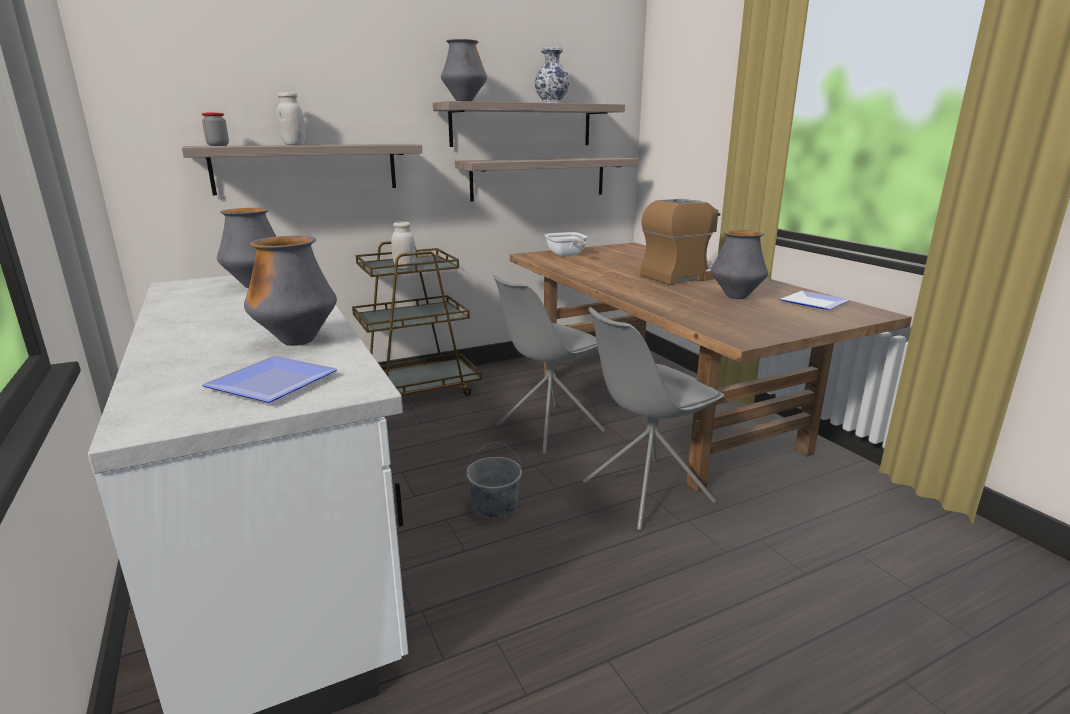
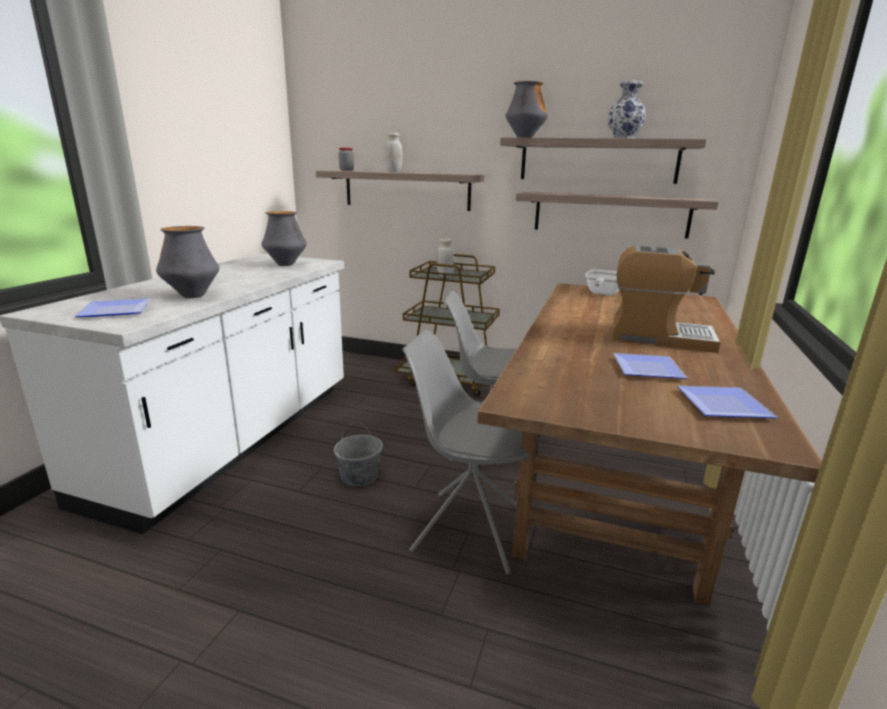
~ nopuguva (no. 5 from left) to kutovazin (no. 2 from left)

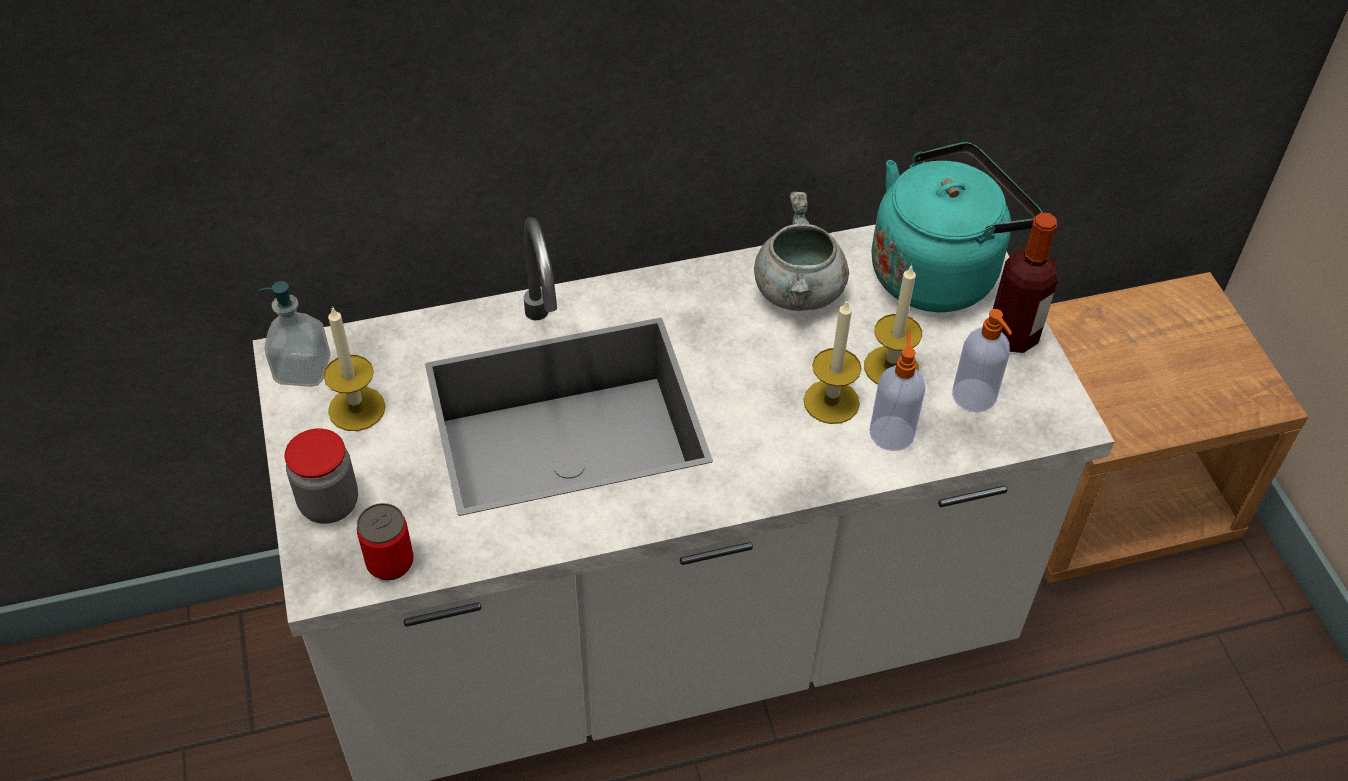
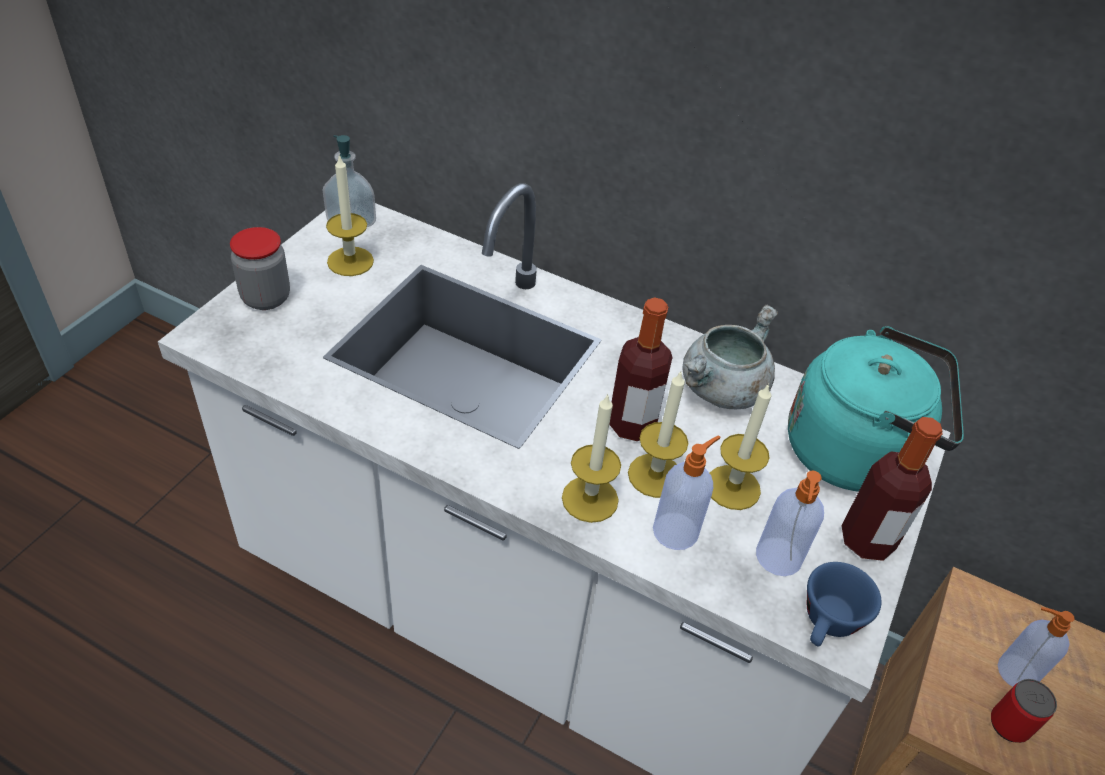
+ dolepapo (no. 2 from left)
+ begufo (no. 1 from left)
+ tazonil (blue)
+ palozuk (no. 4 from left)
~ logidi

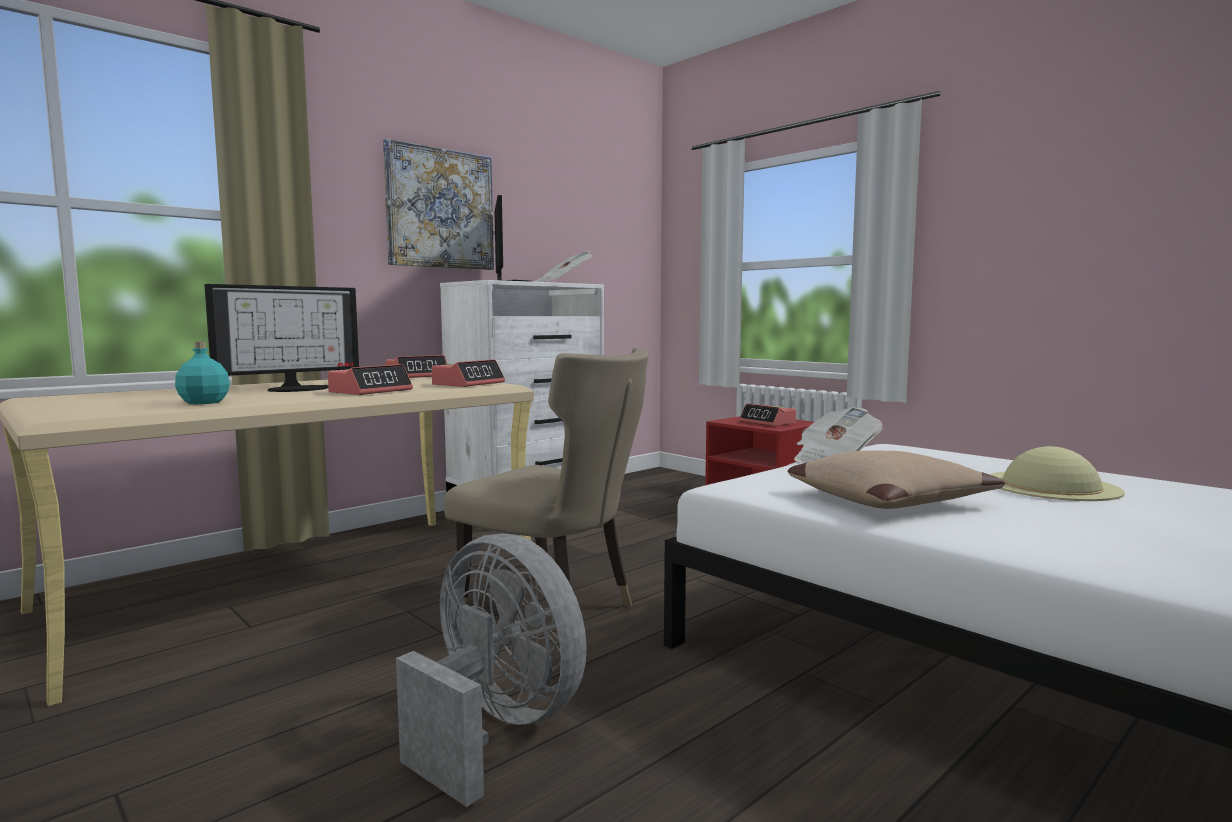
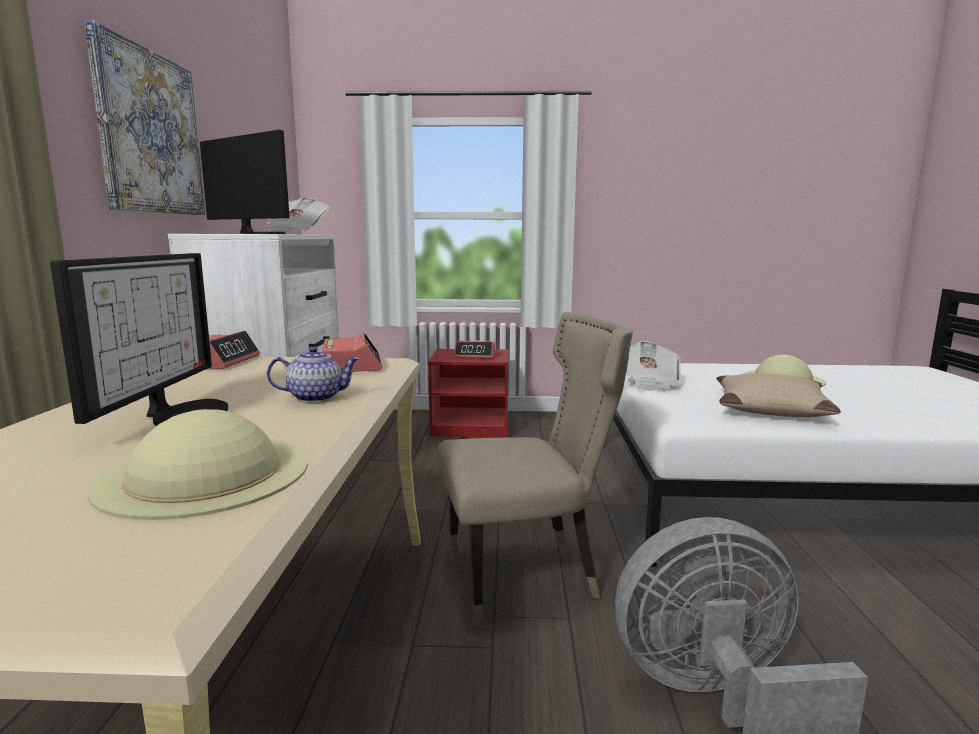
~ begufo (turquoise) to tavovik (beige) (no. 1 from left)
~ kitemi (no. 1 from left) to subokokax

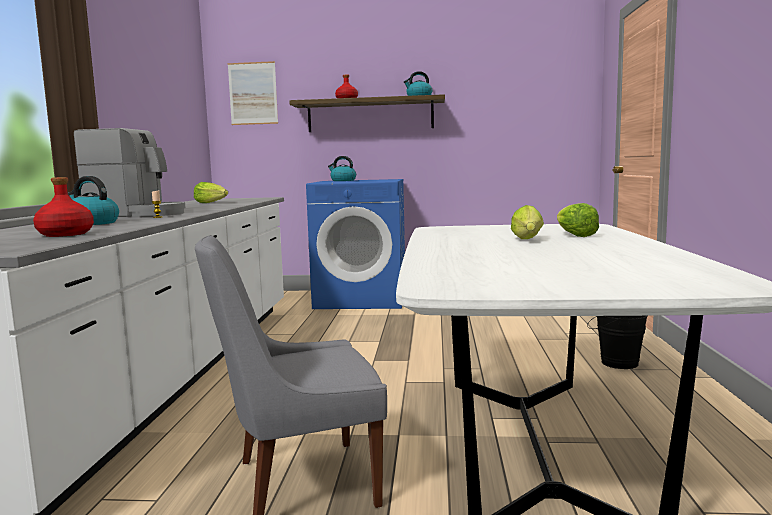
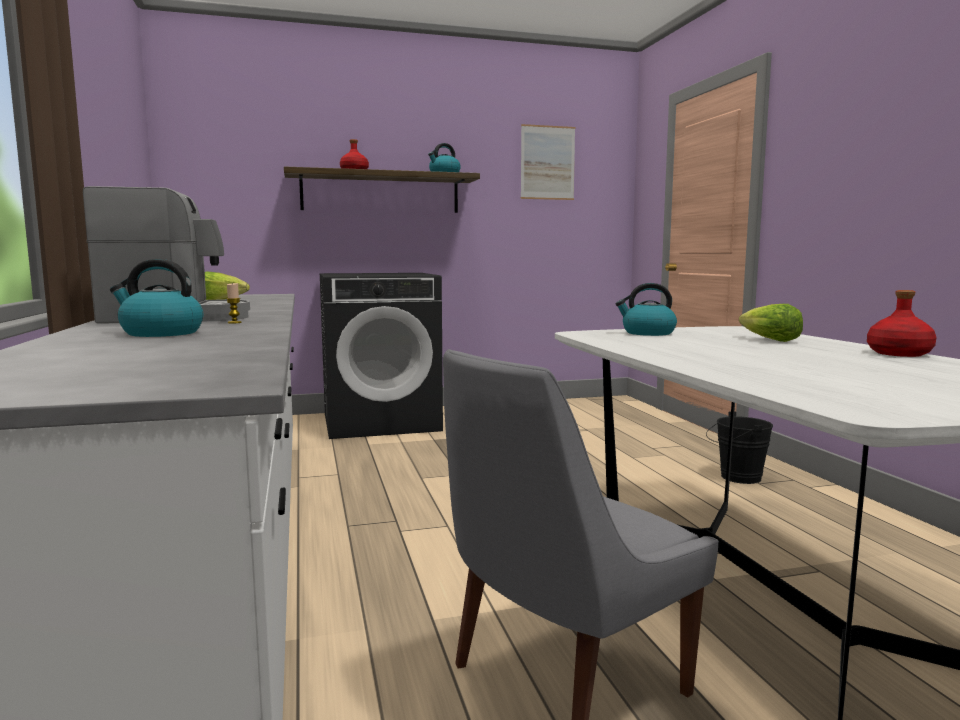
- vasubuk (no. 2 from left)
~ begufo (red) (no. 1 from left in the first image) to begufo (red) (no. 2 from left)
~ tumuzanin
~ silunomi (no. 2 from left in the first image) to silunomi (no. 3 from left)
~ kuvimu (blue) to kuvimu (black)

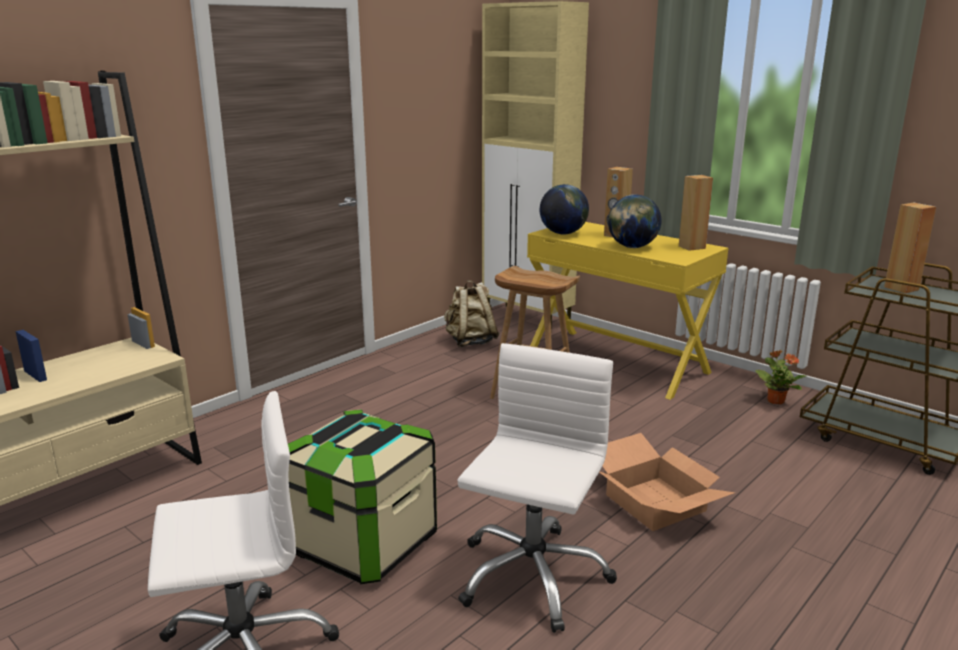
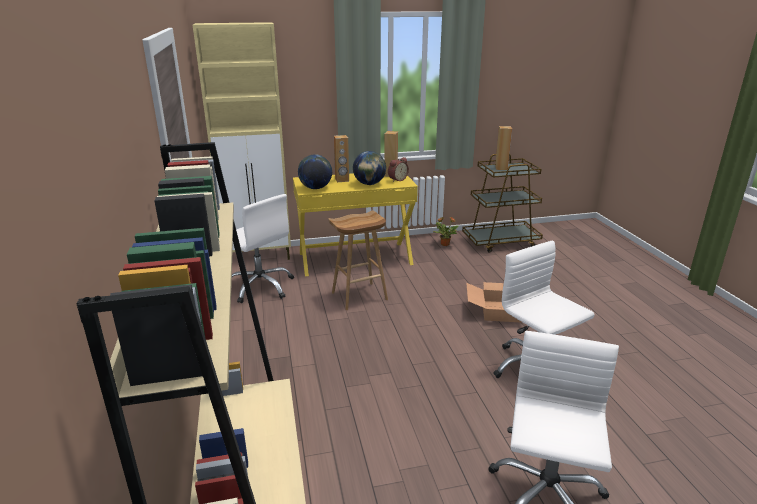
- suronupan
+ kitemi
~ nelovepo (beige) to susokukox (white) (no. 1 from left)

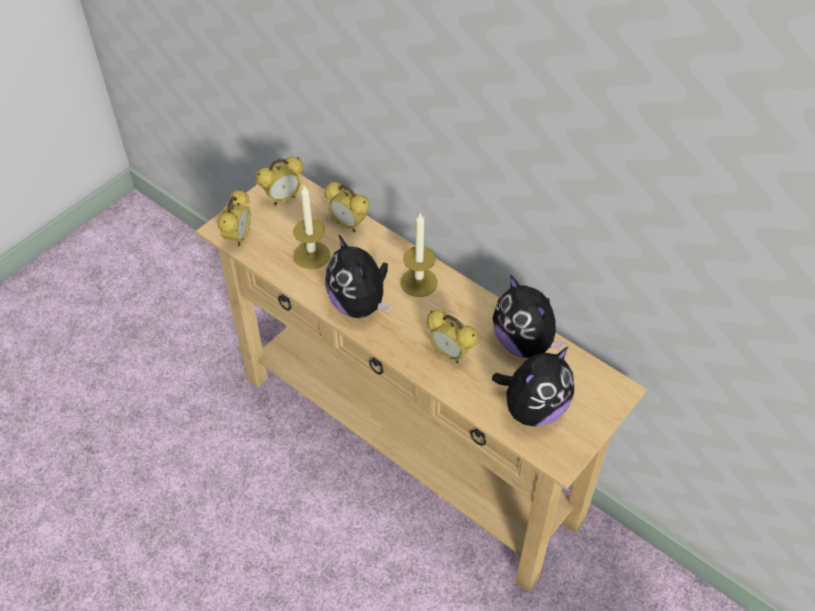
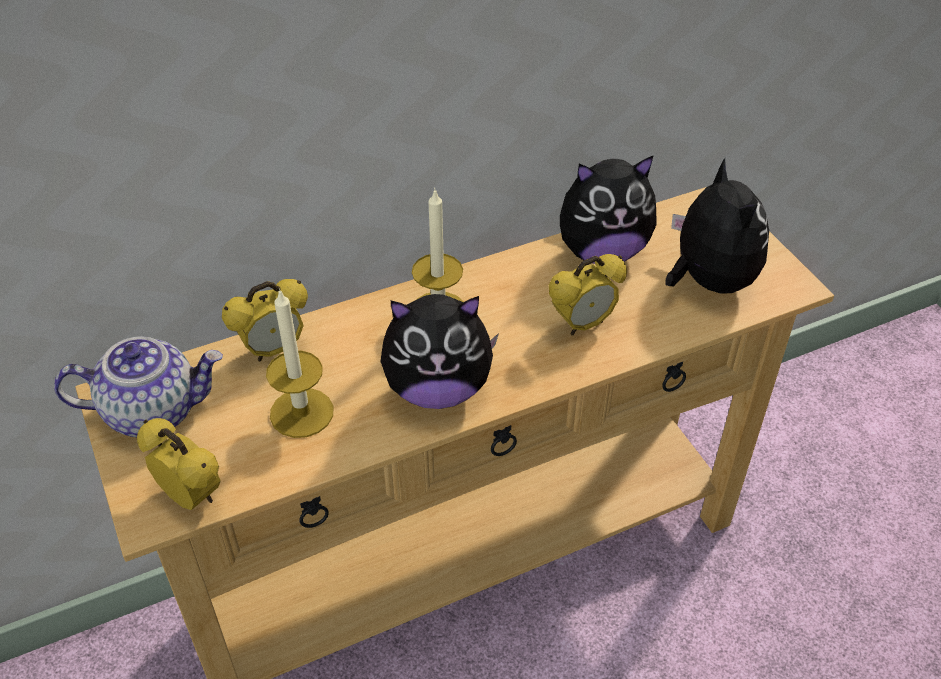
~ kitemi (no. 2 from left) to subokokax

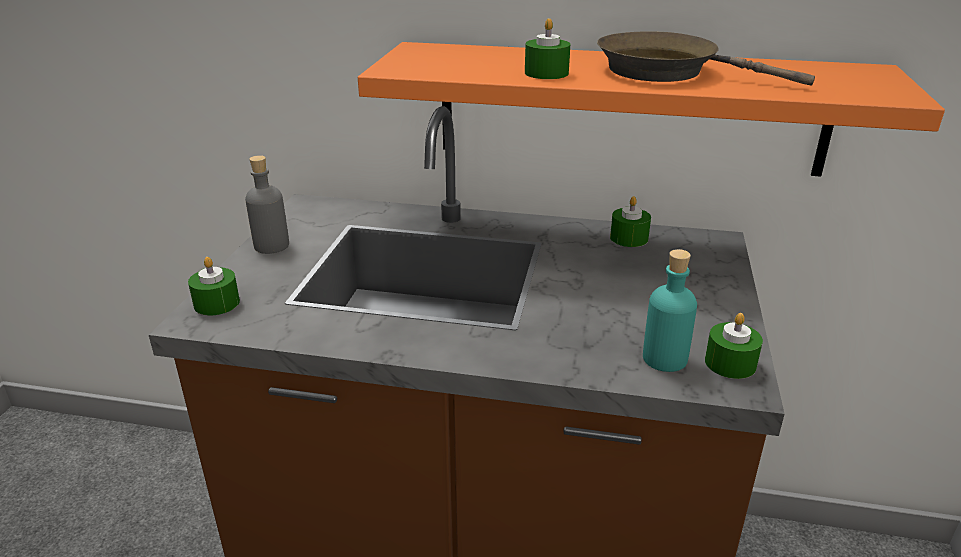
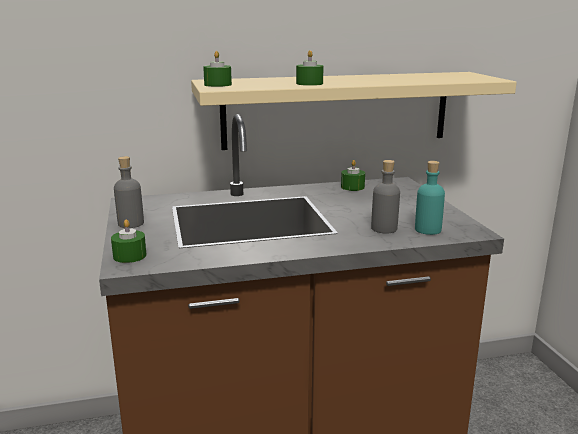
- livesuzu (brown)
+ begufo (grey) (no. 2 from left)
~ dolepapo (green) (no. 4 from left in the first image) to dolepapo (green) (no. 2 from left)
~ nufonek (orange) to nufonek (beige)

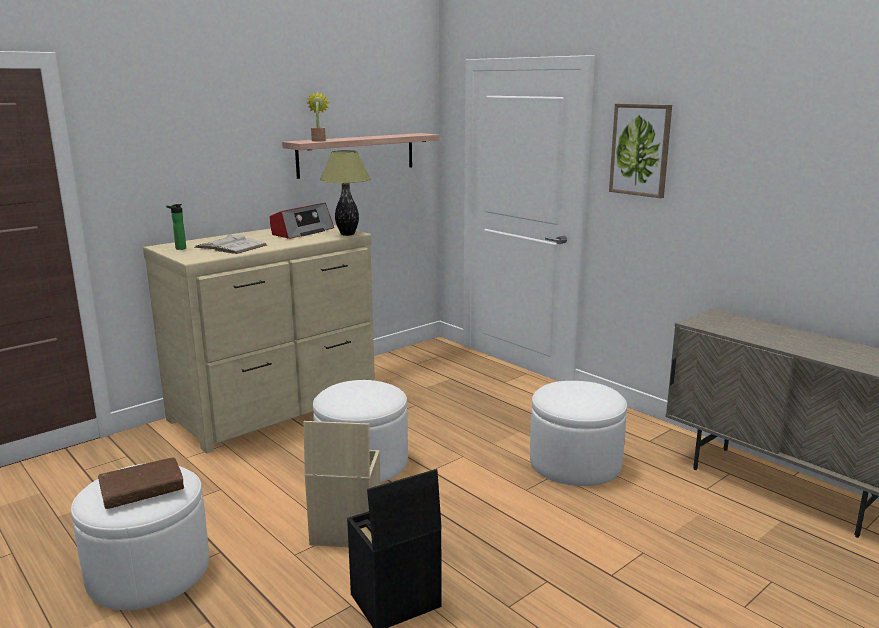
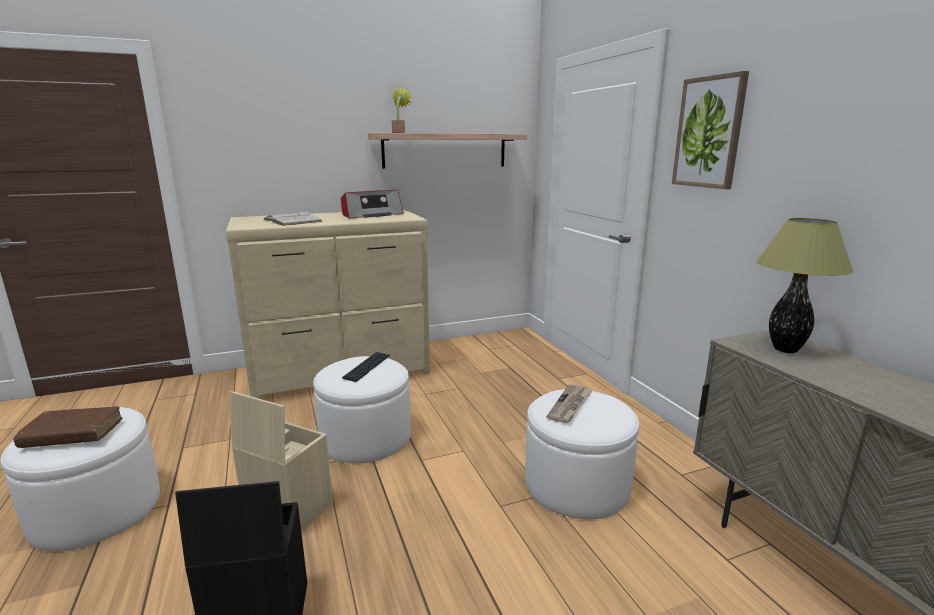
- begufo
+ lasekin
+ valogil
~ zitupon

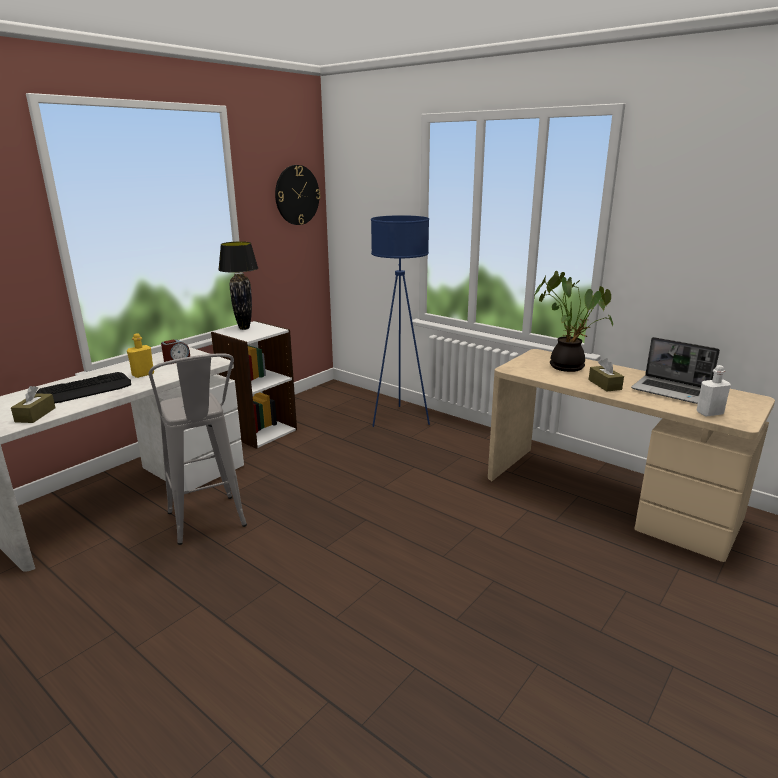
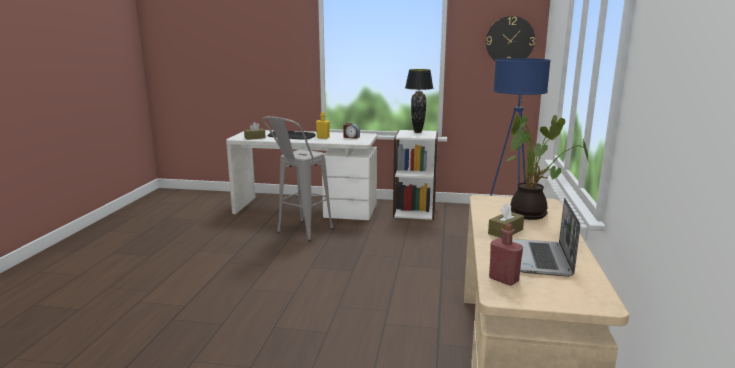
~ begufo (white) to begufo (red)

